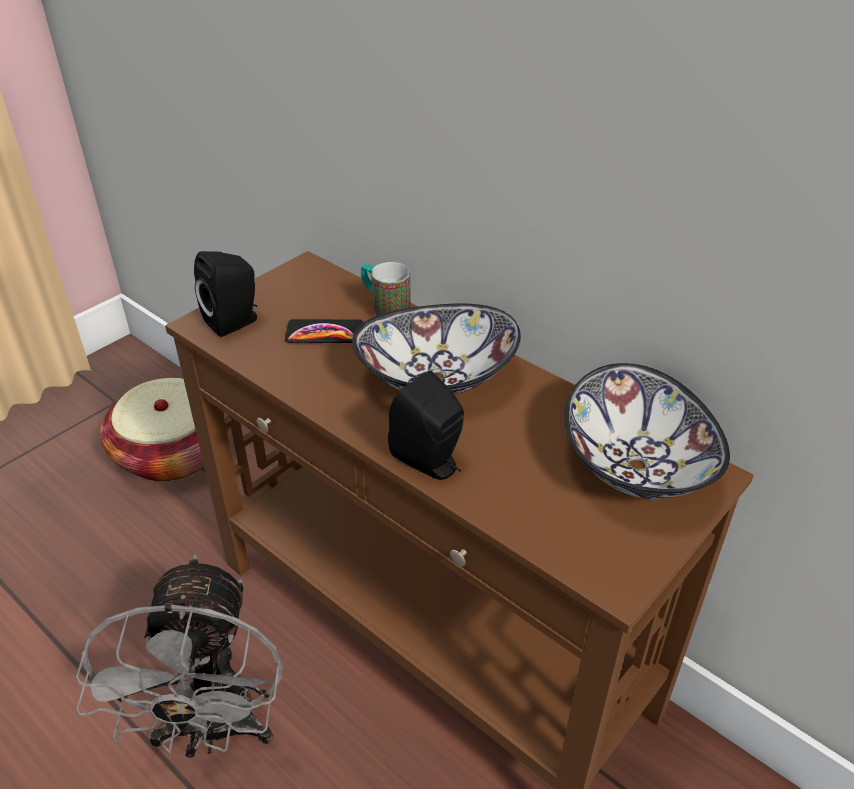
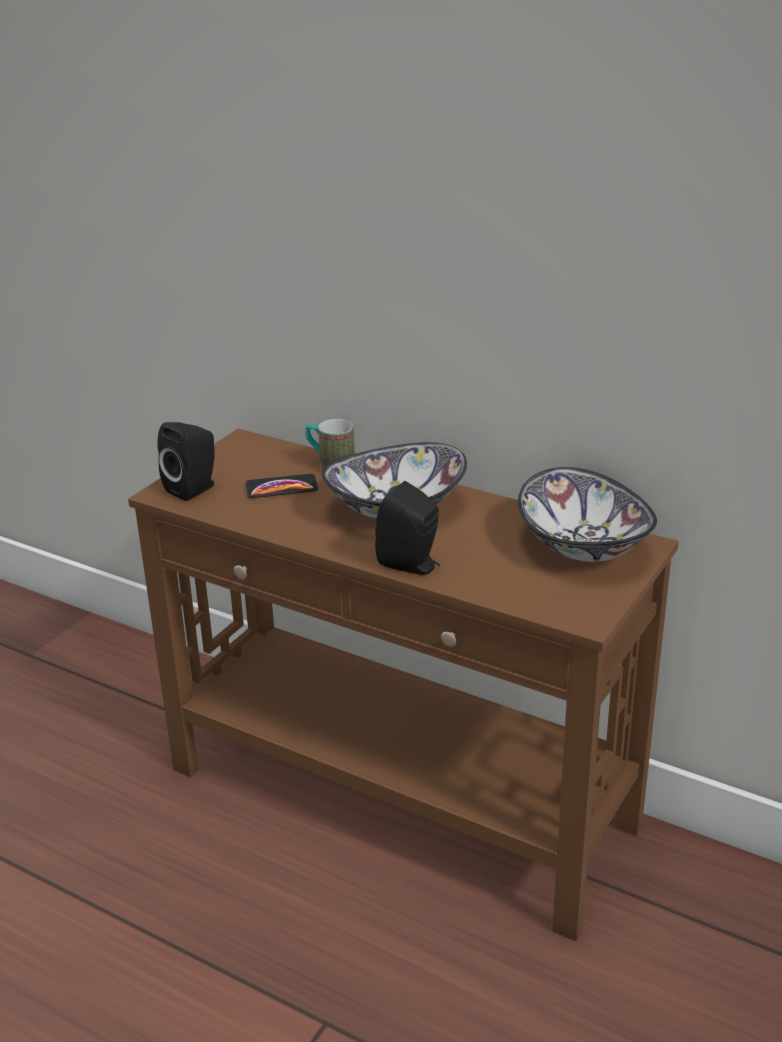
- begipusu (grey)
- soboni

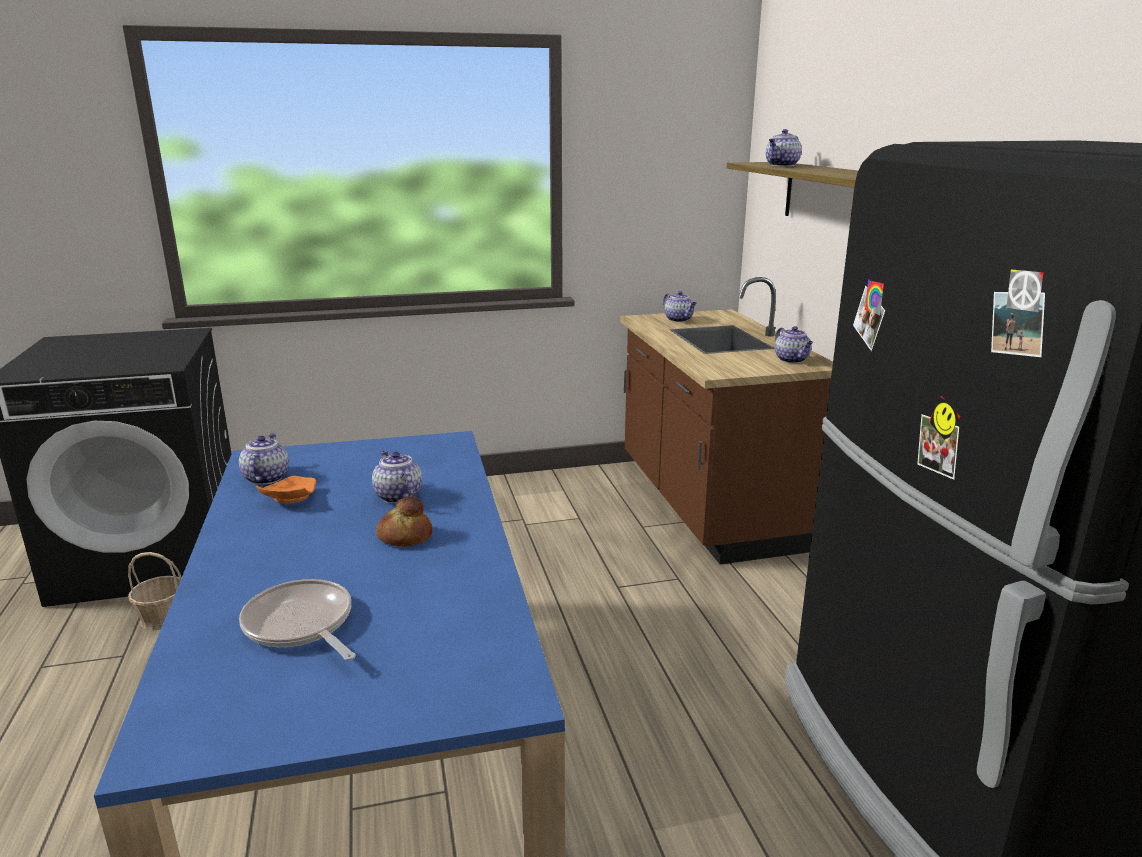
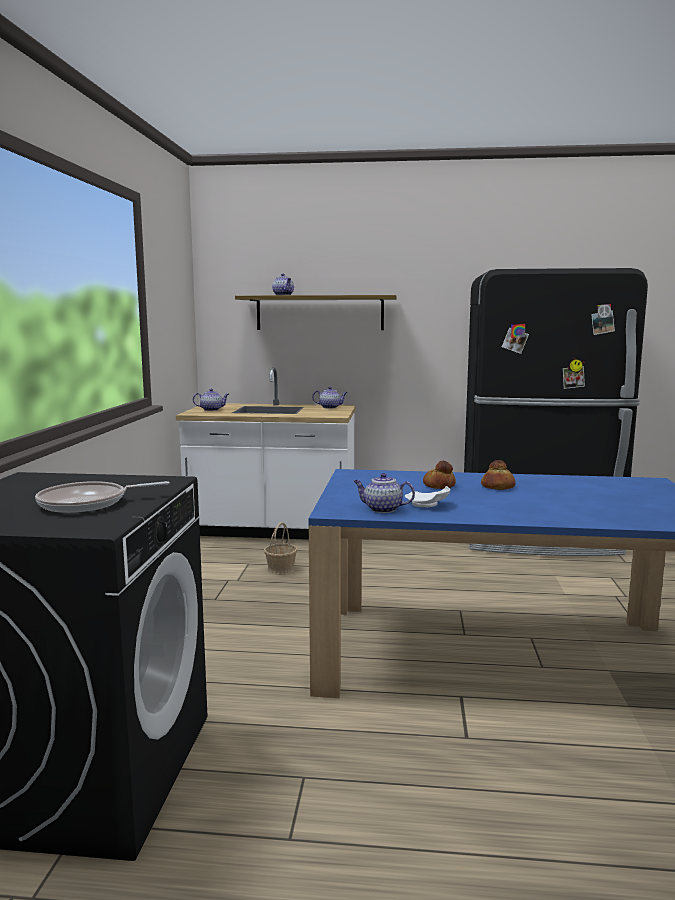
~ soboni
~ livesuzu
~ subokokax (no. 2 from left) to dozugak (no. 1 from left)
~ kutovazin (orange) to kutovazin (white)
~ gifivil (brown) to gifivil (white)

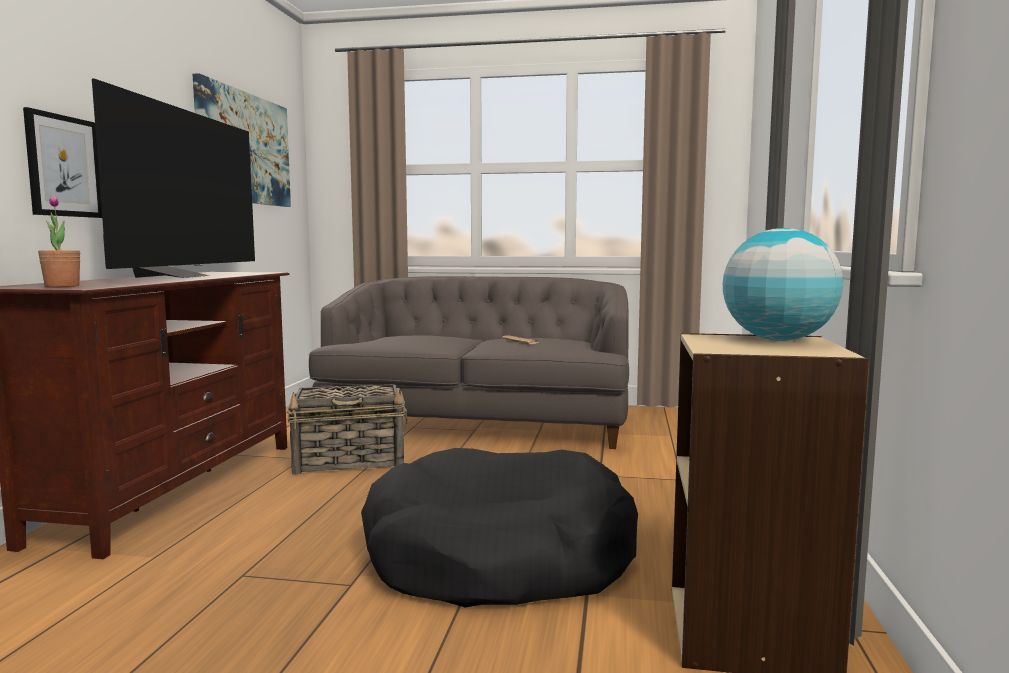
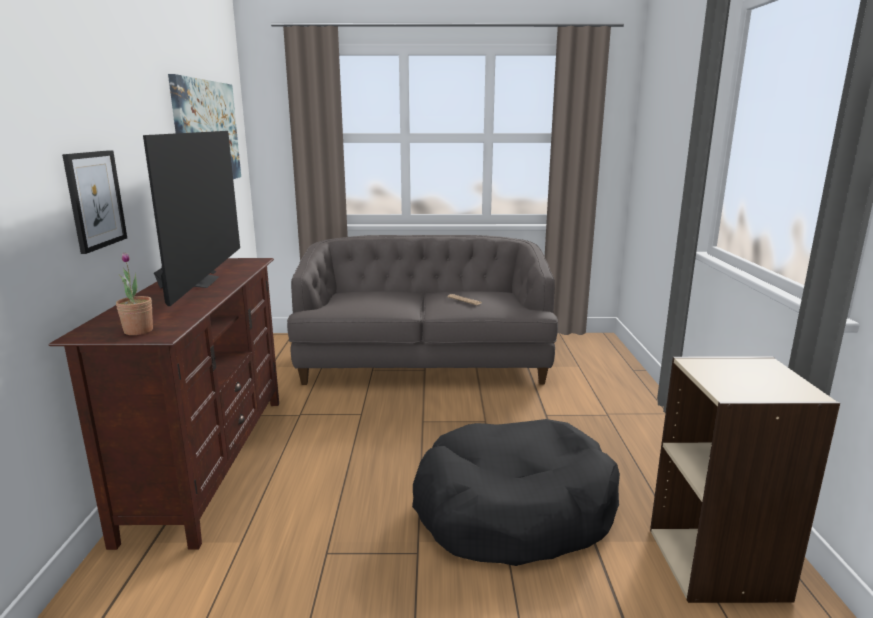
- soboni
- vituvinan

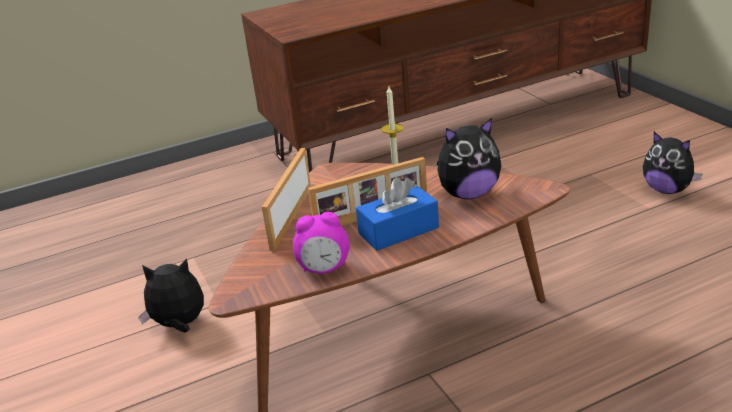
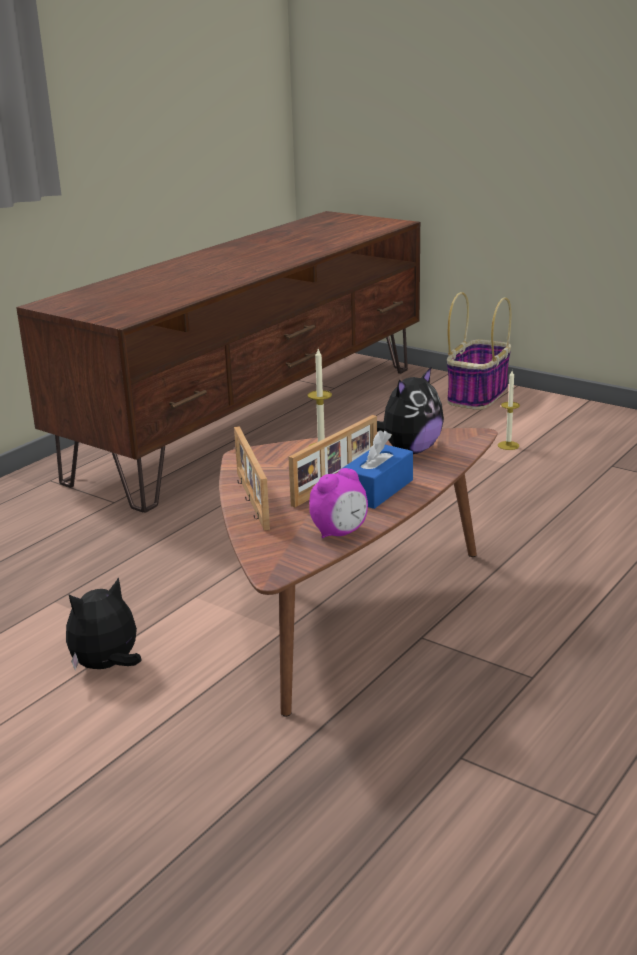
+ soboni
~ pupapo (no. 3 from left) to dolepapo (no. 2 from left)

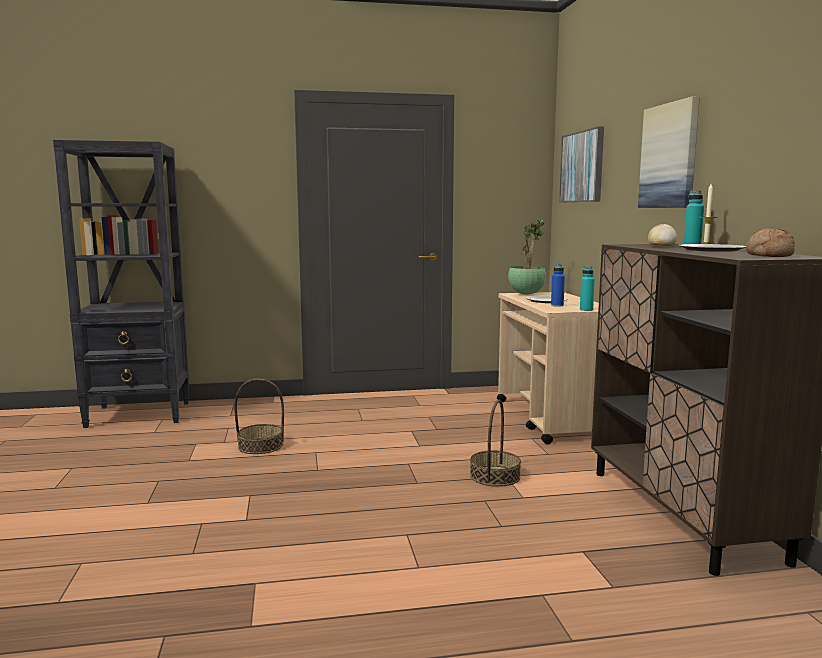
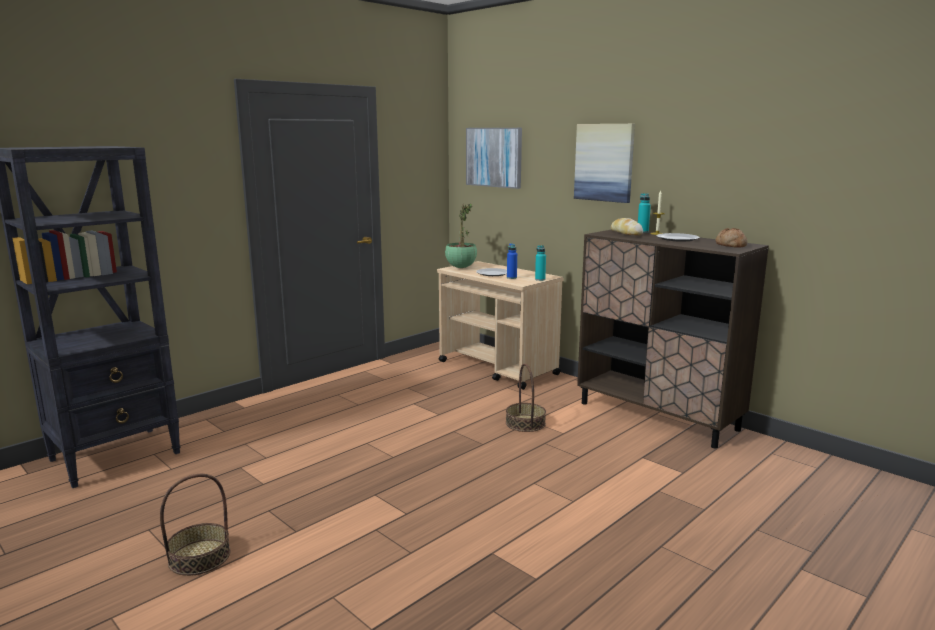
~ soboni (no. 1 from left)

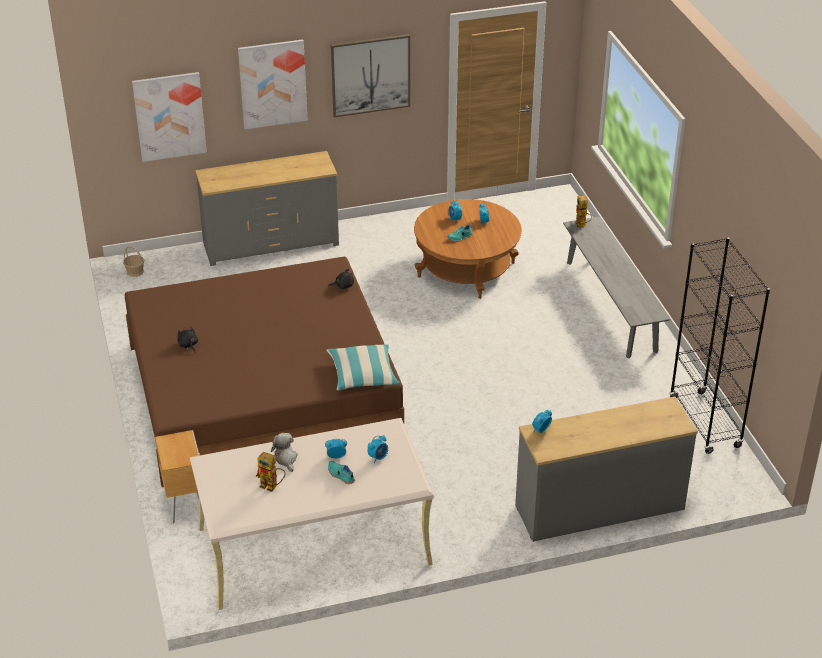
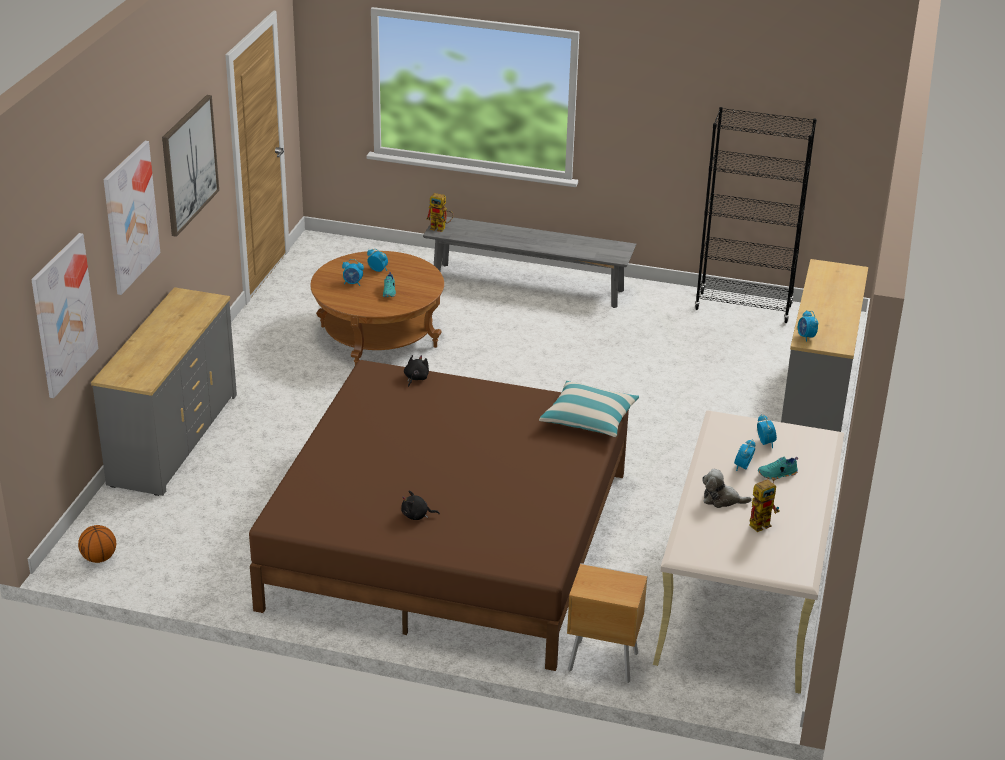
~ soboni to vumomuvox

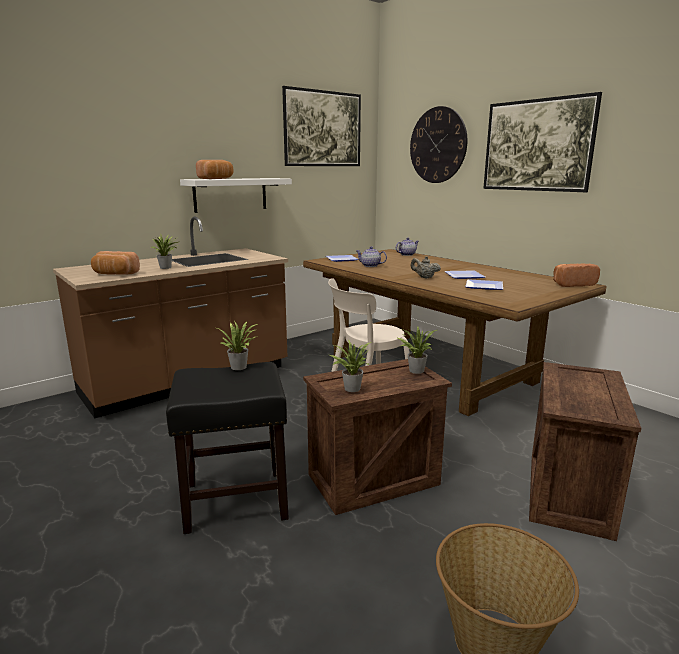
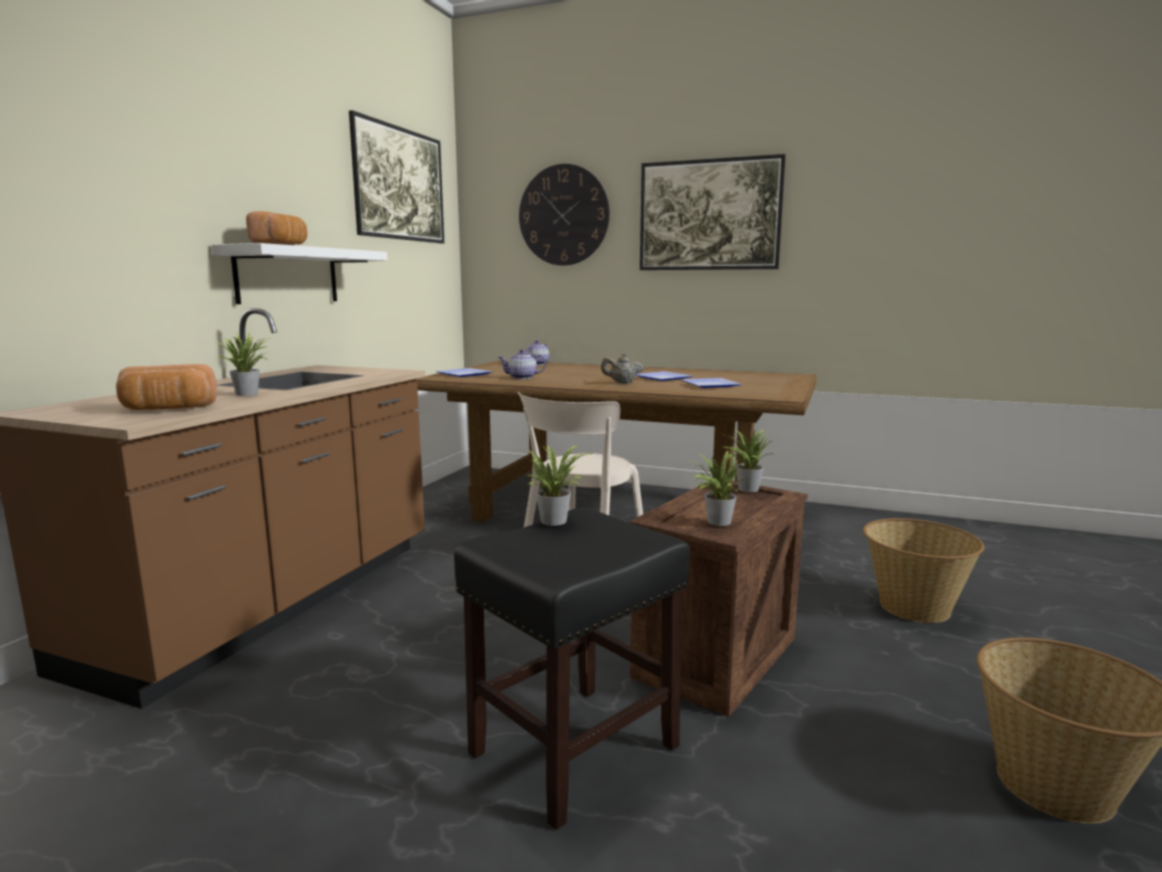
- dozugak (no. 3 from left)
~ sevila (no. 2 from left) to soboni (no. 1 from left)

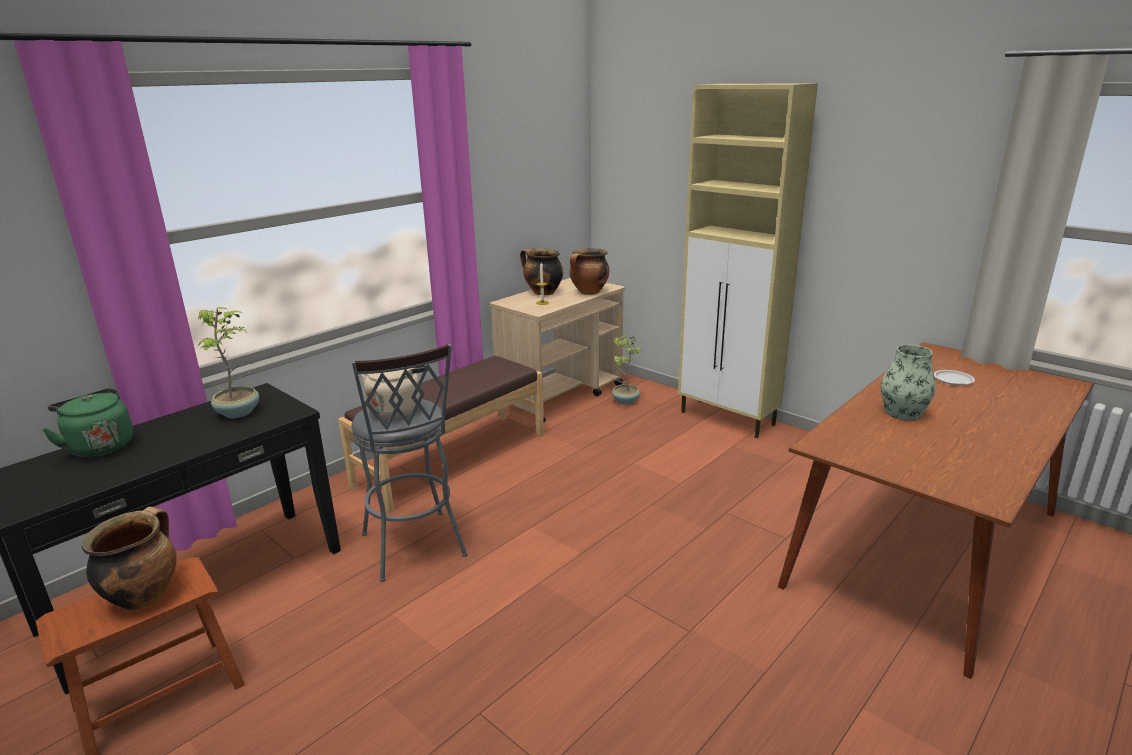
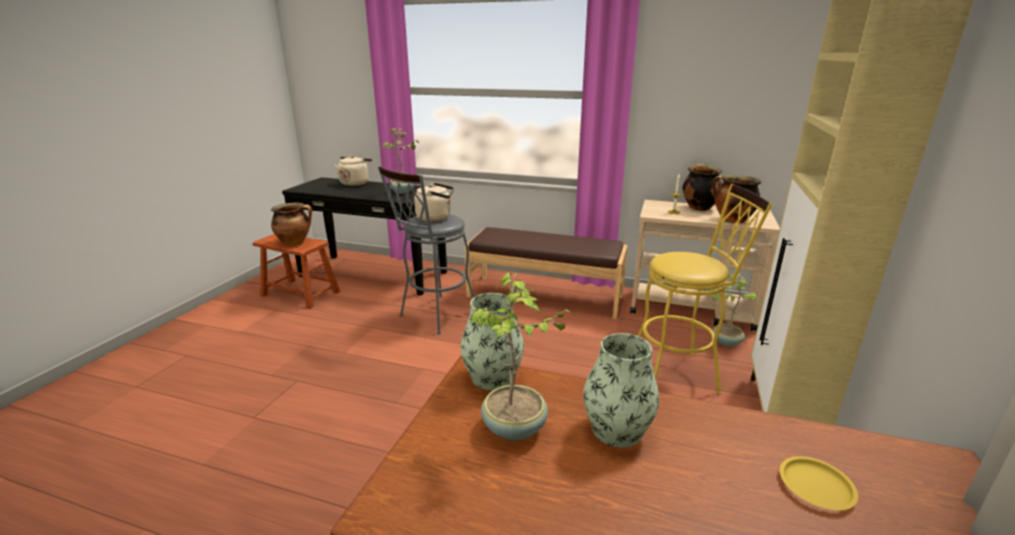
+ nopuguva (no. 1 from left)
+ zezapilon (no. 2 from left)
+ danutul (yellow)
~ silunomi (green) to silunomi (beige) (no. 1 from left)
~ kutovazin (white) to kutovazin (yellow)

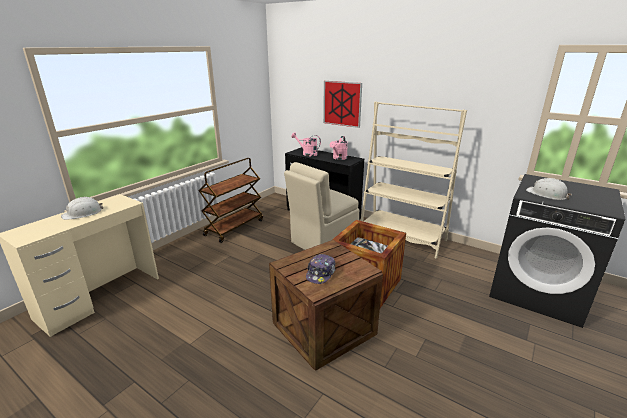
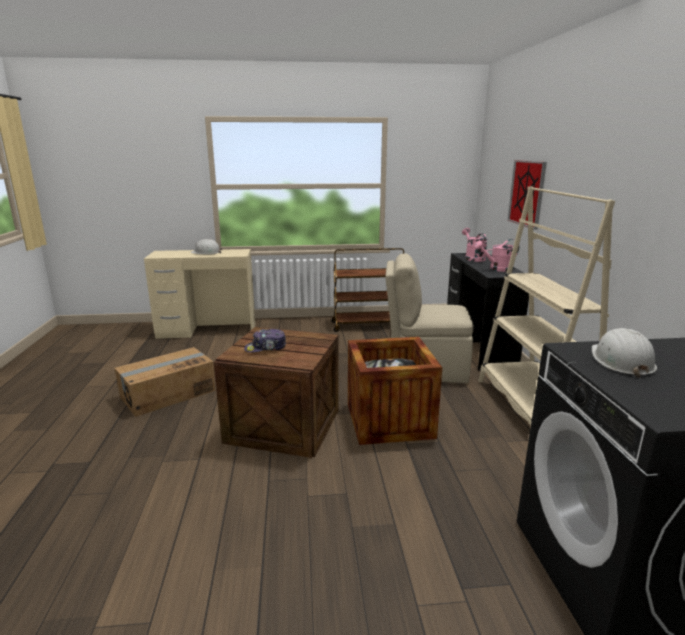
+ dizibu

